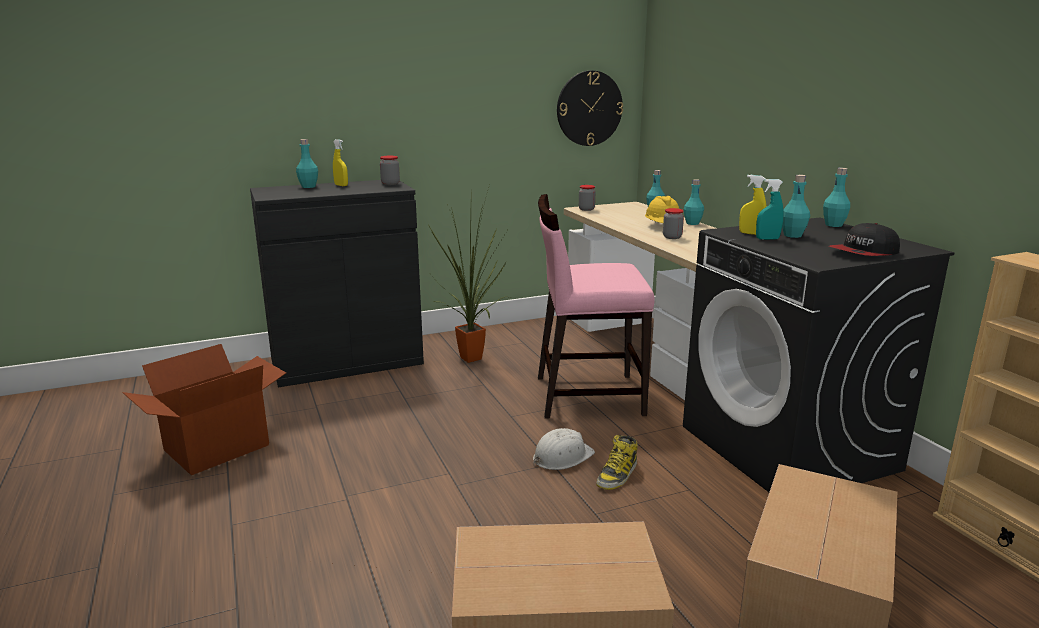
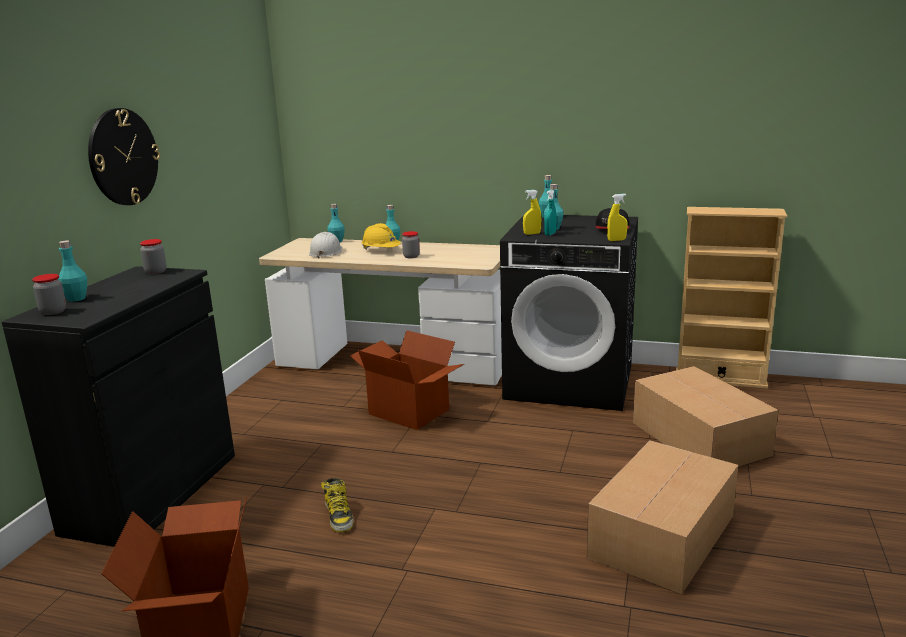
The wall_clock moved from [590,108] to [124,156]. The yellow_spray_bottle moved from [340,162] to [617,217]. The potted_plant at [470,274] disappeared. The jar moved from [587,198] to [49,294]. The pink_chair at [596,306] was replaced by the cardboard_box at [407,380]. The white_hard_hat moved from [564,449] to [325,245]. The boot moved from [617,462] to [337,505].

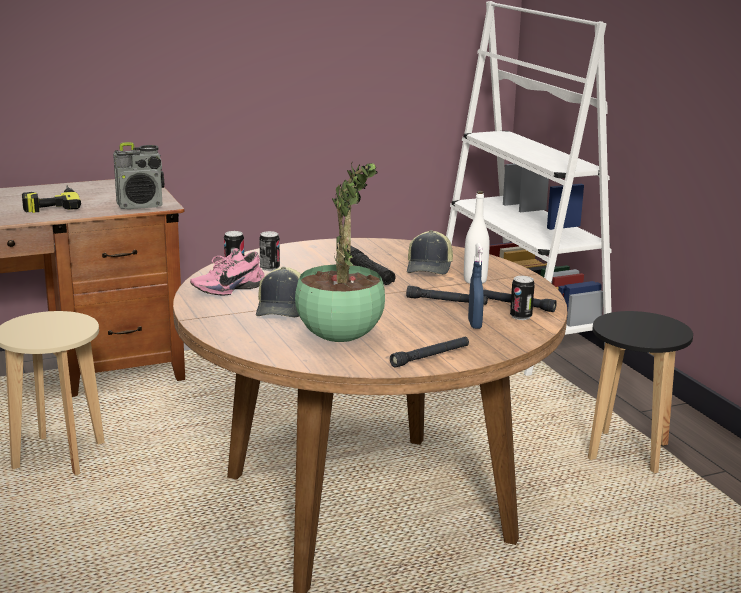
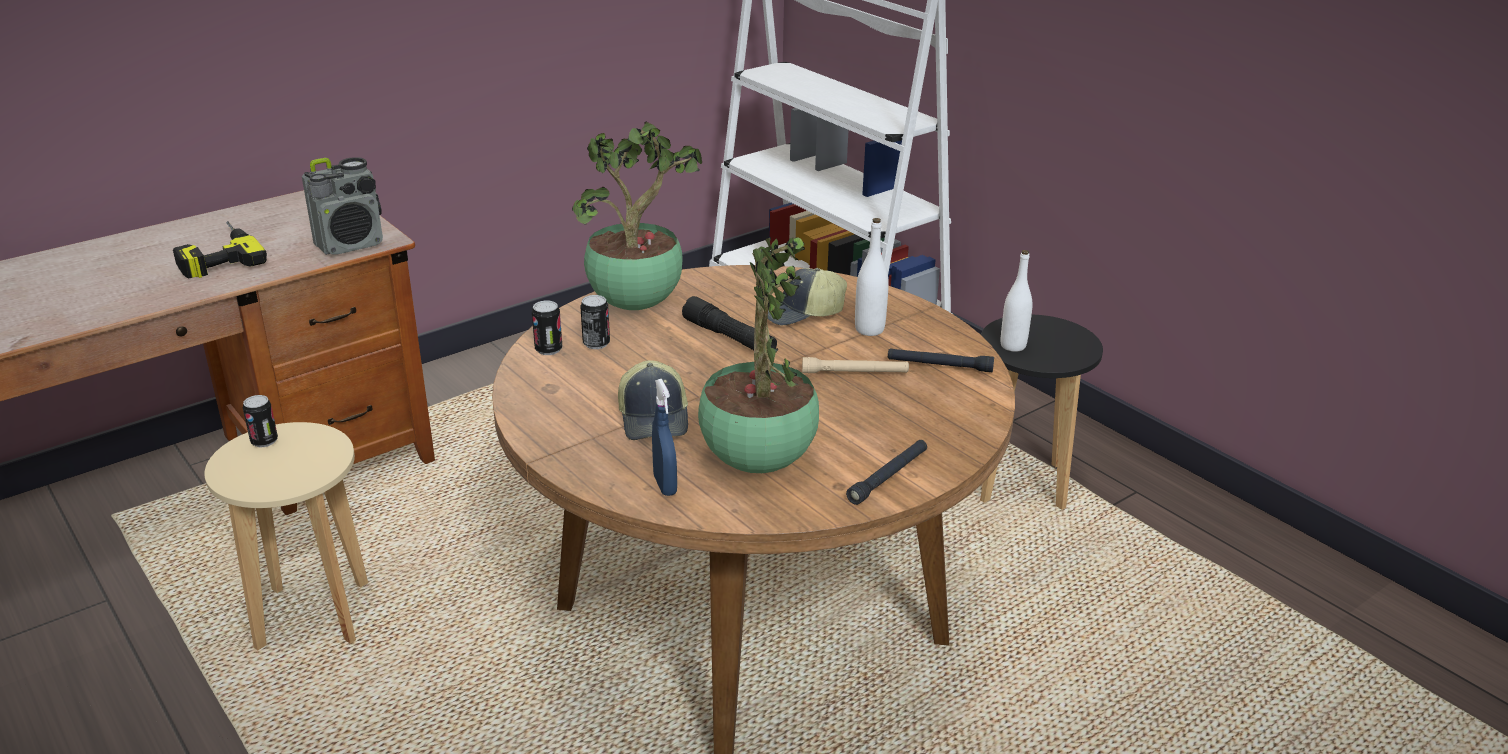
The cap at [430,252] turned 75 degrees clockwise. The blue_spray_bottle moved from [476,286] to [664,437]. The pink_shoe at [227,271] disappeared. The can moved from [522,298] to [260,421]. The black_flashlight at [447,295] became the beige_flashlight at [855,365]. The potted_plant at [637,215] appeared. The white_bottle at [1017,301] appeared.

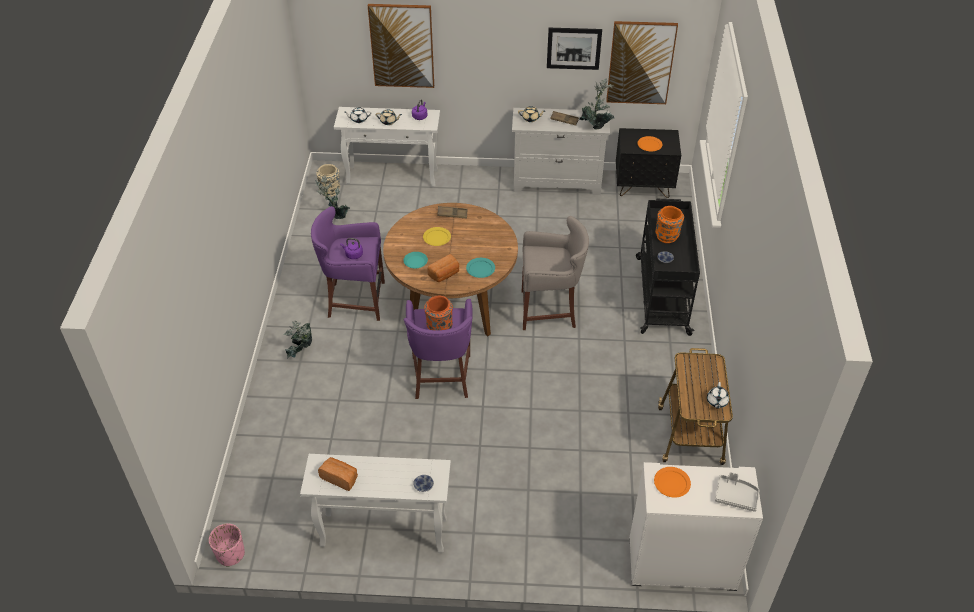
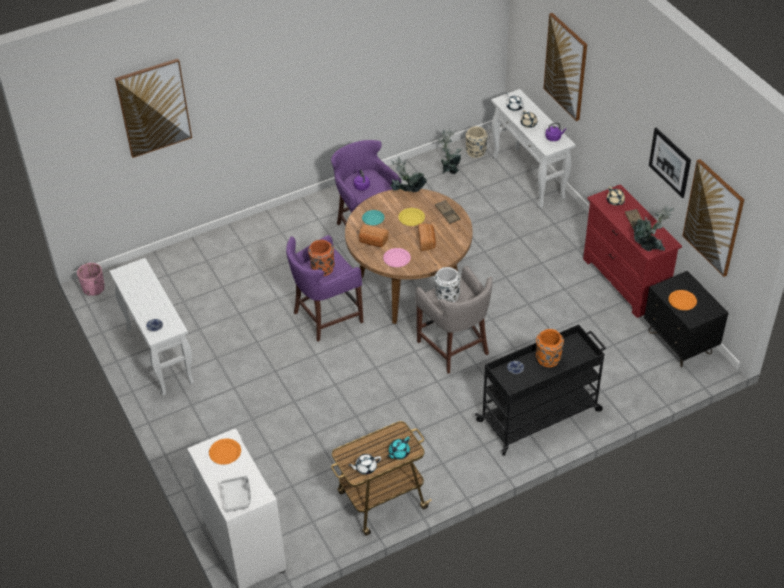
The white_dresser at [561,151] became the red_dresser at [632,251]. The turquoise_plate at [480,268] became the pink_plate at [397,257]. The potted_plant moved from [297,339] to [408,174]. The bread moved from [338,474] to [427,237]. The picture at [153,108] appeared. The white_vase at [447,284] appeared. The turquoise_teapot at [398,448] appeared.

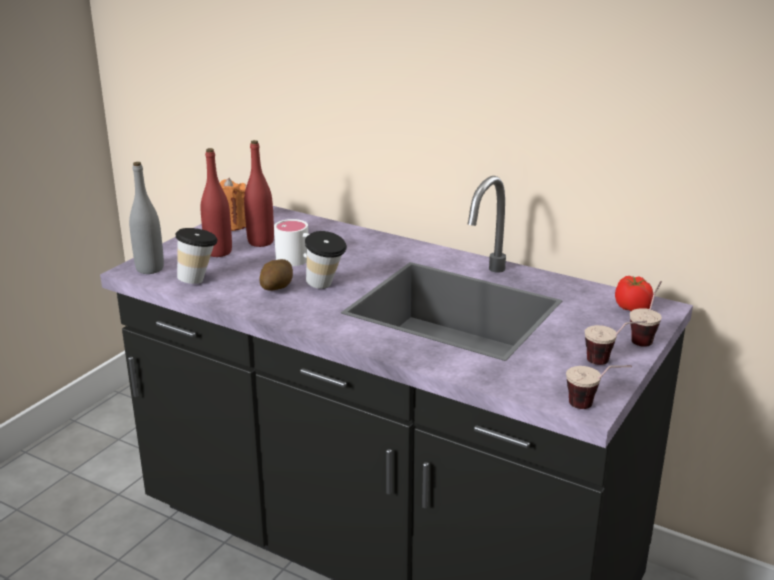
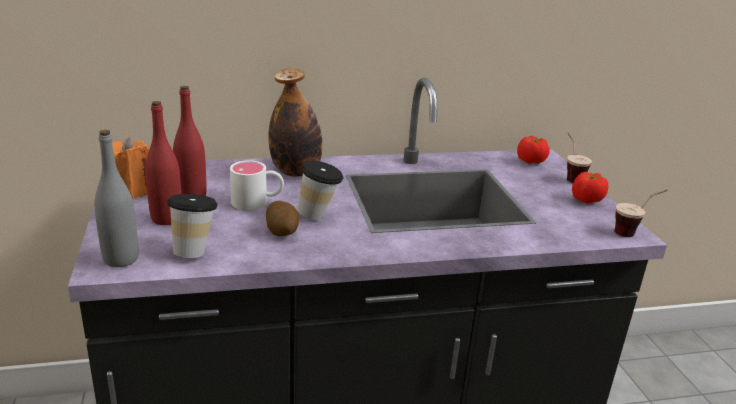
The cup at [616,343] was replaced by the tomato at [590,187]. The bottle at [296,122] appeared.

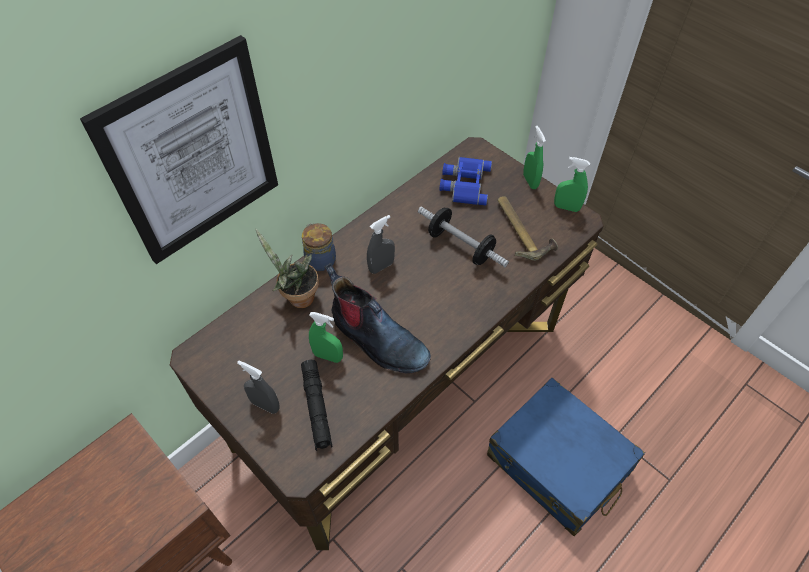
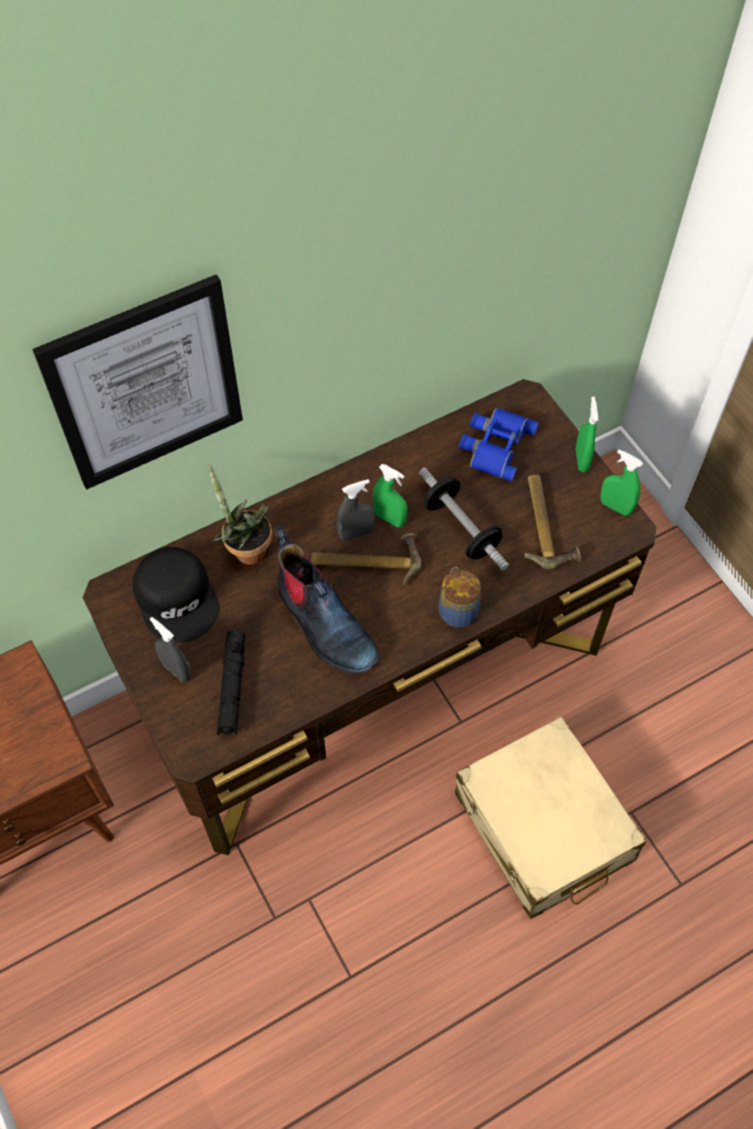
The jar moved from [319,247] to [459,597]. The green_spray_bottle moved from [326,337] to [390,496]. The blue_suitcase at [566,457] became the beige_suitcase at [550,818]. The hammer at [366,560] appeared. The black_cap at [176,595] appeared.

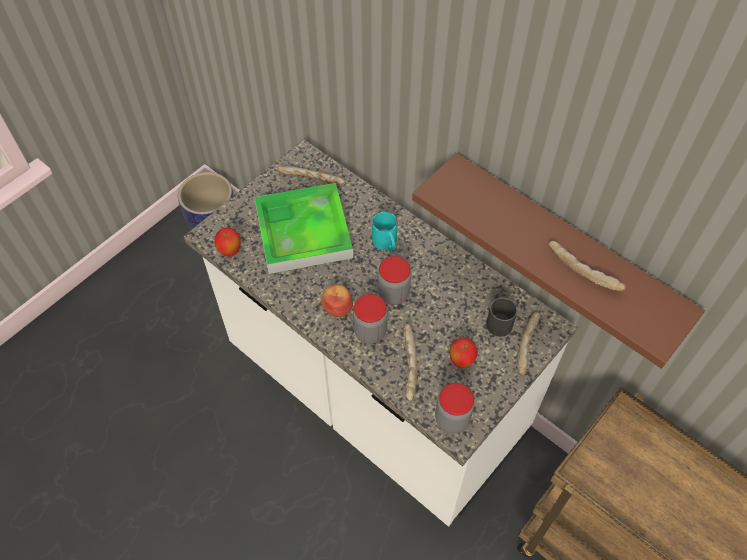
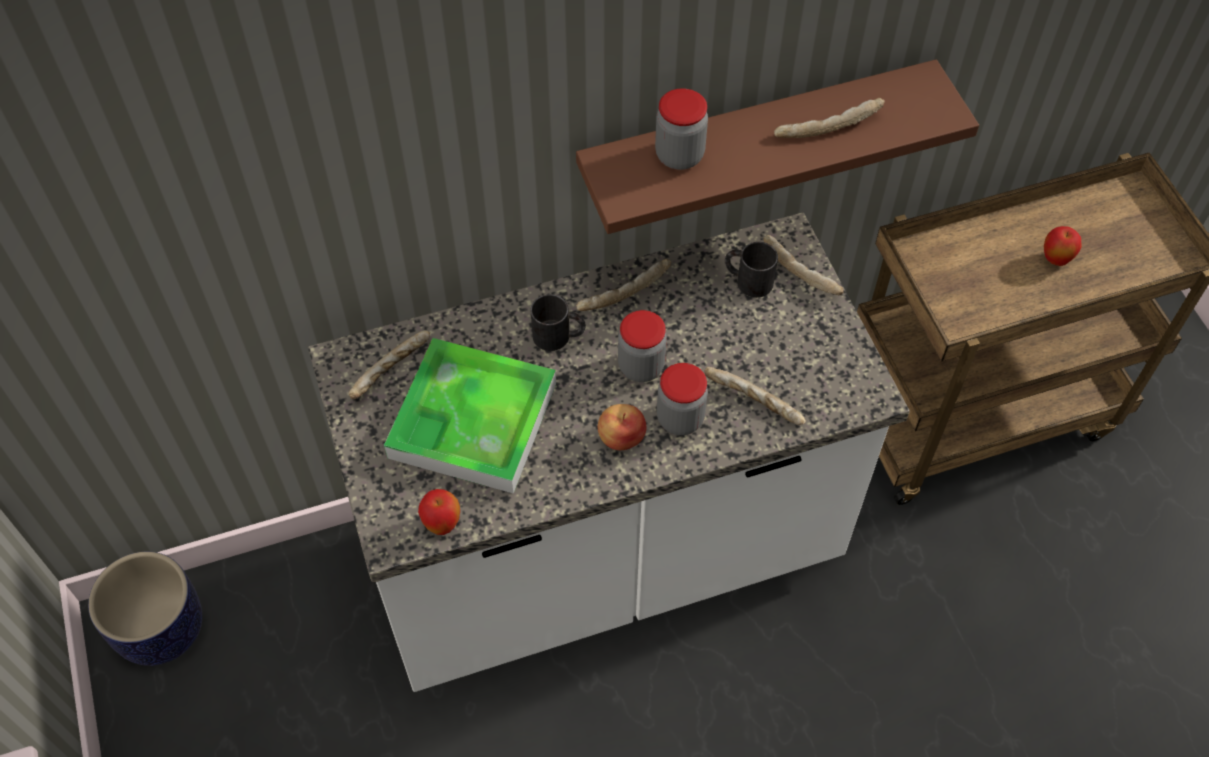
The turquoise_mug at [384,232] became the black_mug at [558,322]. The apple moved from [464,352] to [1063,246]. The jar moved from [454,408] to [681,129]. The bread at [623,285] appeared.

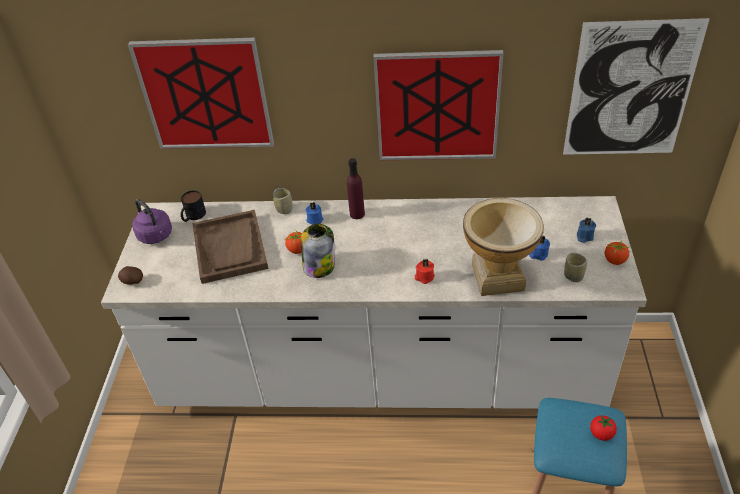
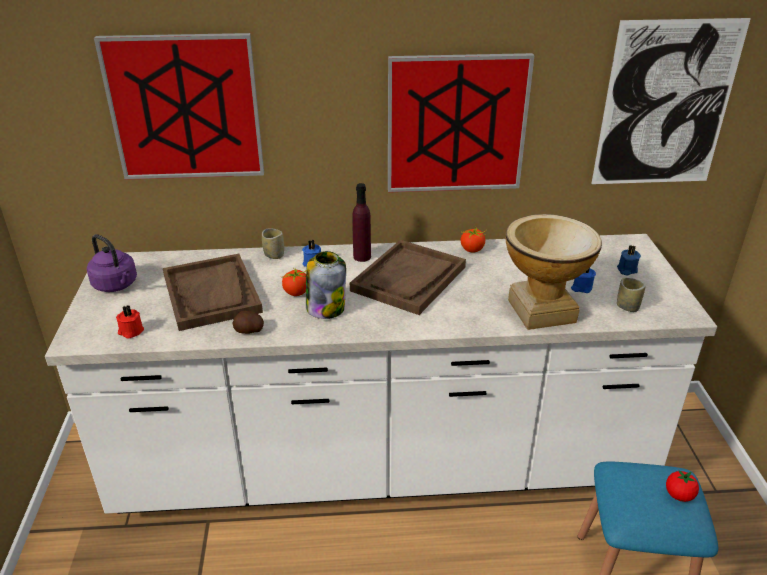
The mug at [193,206] disappeared. The tomato moved from [618,253] to [474,240]. The red_candle moved from [425,271] to [130,322]. The potato moved from [130,275] to [248,322]. The brown_tray at [408,277] appeared.

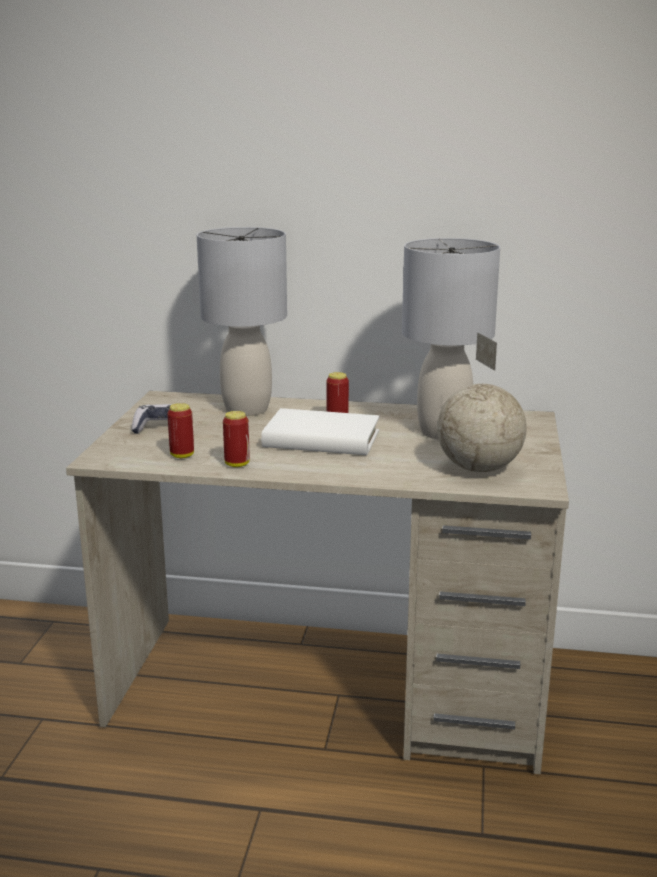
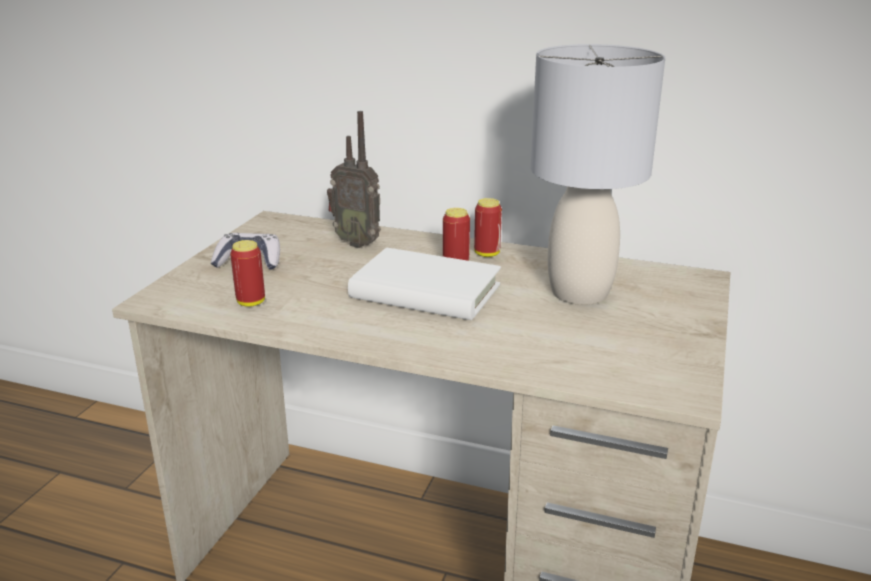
The grey_table_lamp at [242,321] was replaced by the radio at [354,179]. The globe at [482,402] disappeared. The can moved from [236,439] to [488,227].

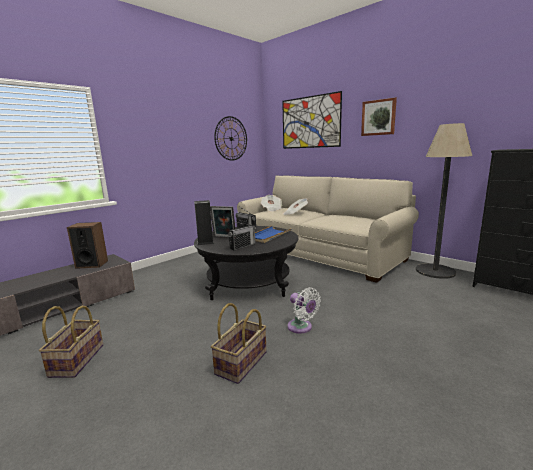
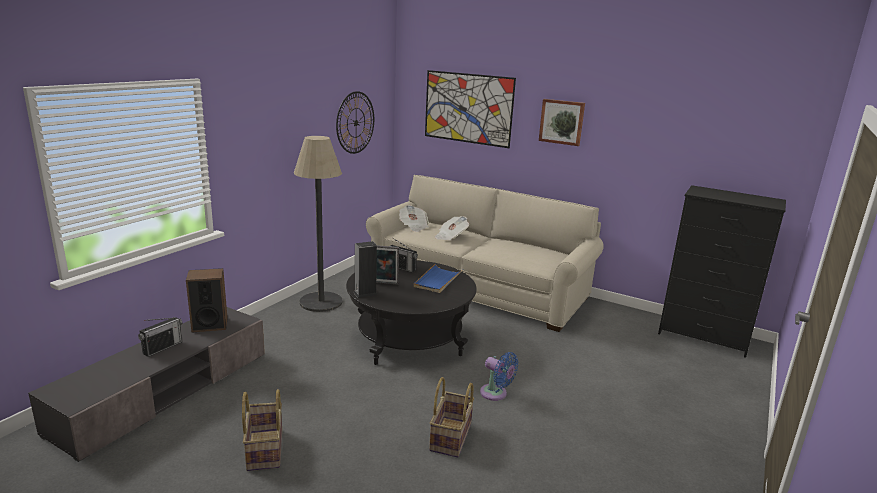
The floor_lamp moved from [444,201] to [318,224]. The radio moved from [242,236] to [160,337]. The white_fan at [304,311] became the blue_fan at [499,376].

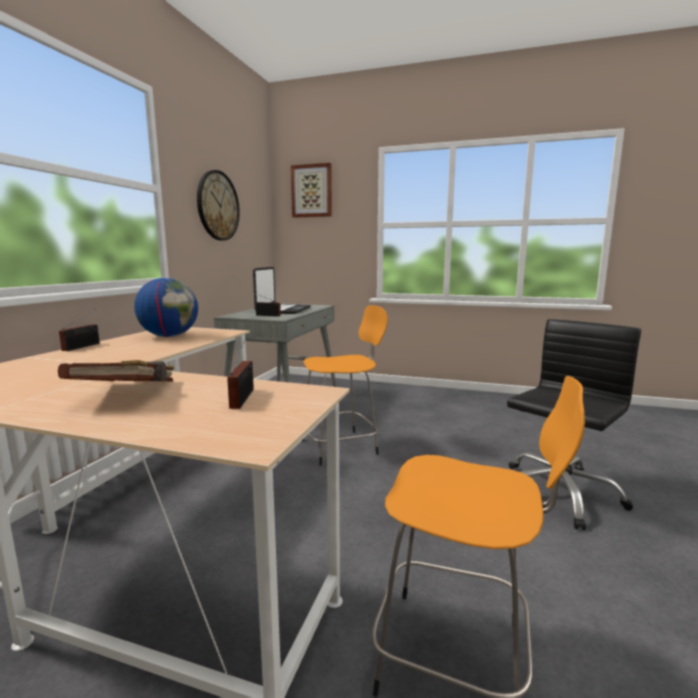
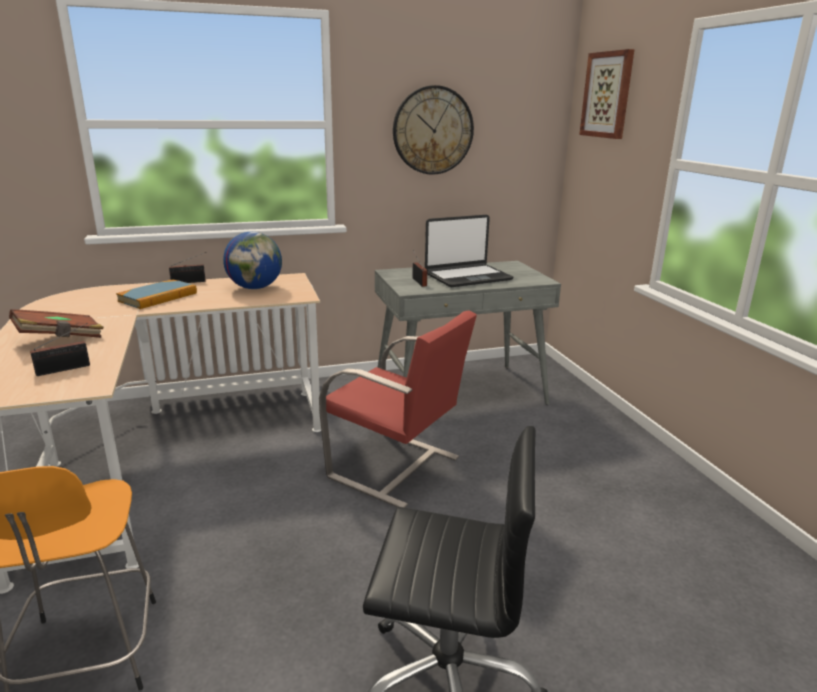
The orange_stool at [345,385] was replaced by the red_chair at [398,409]. The book at [156,294] appeared.

